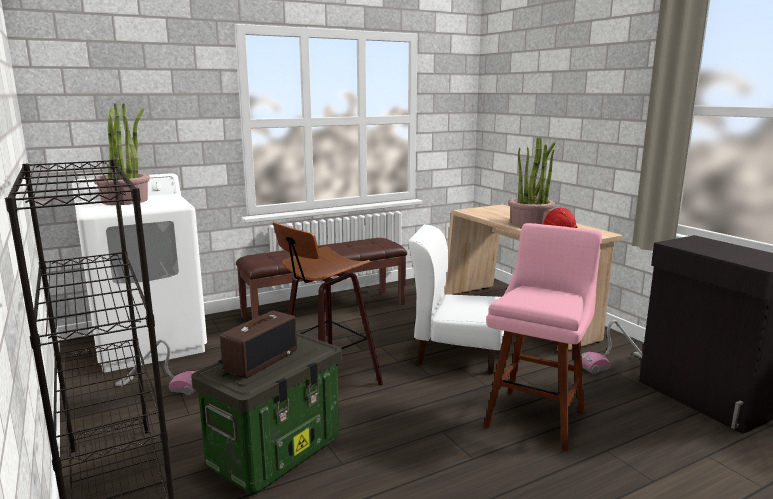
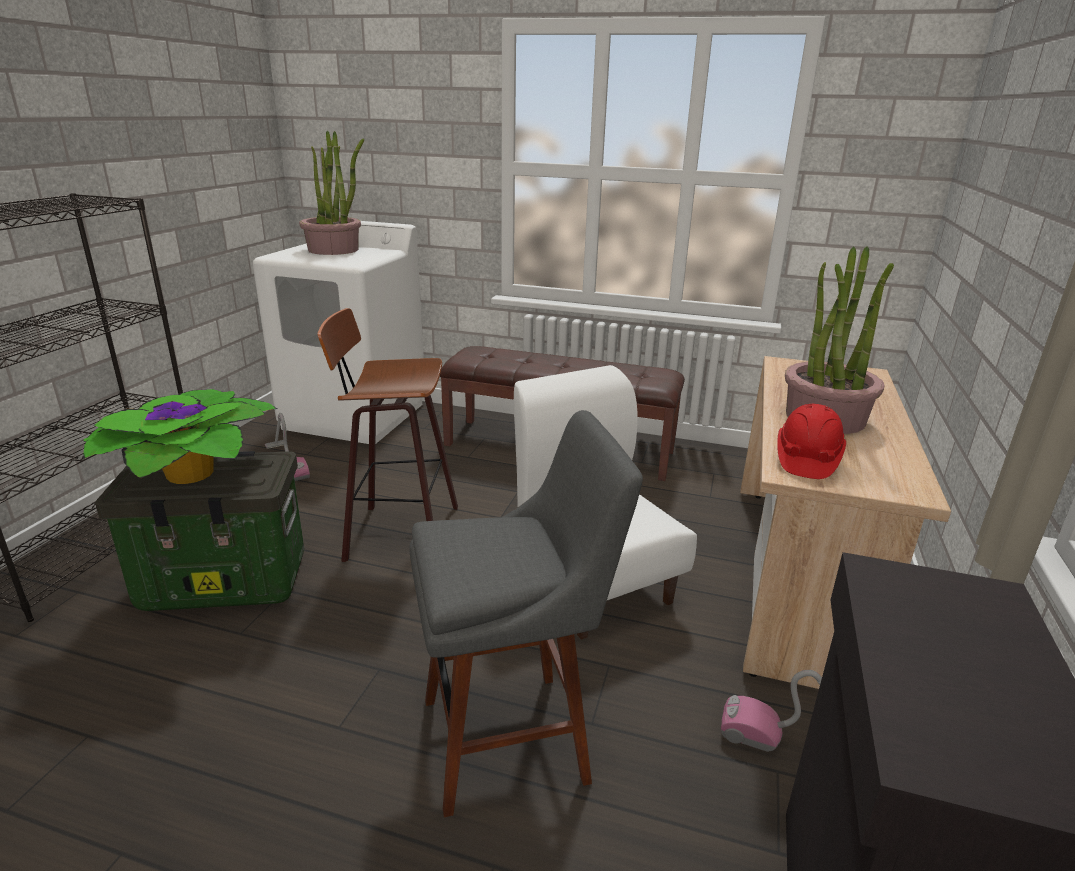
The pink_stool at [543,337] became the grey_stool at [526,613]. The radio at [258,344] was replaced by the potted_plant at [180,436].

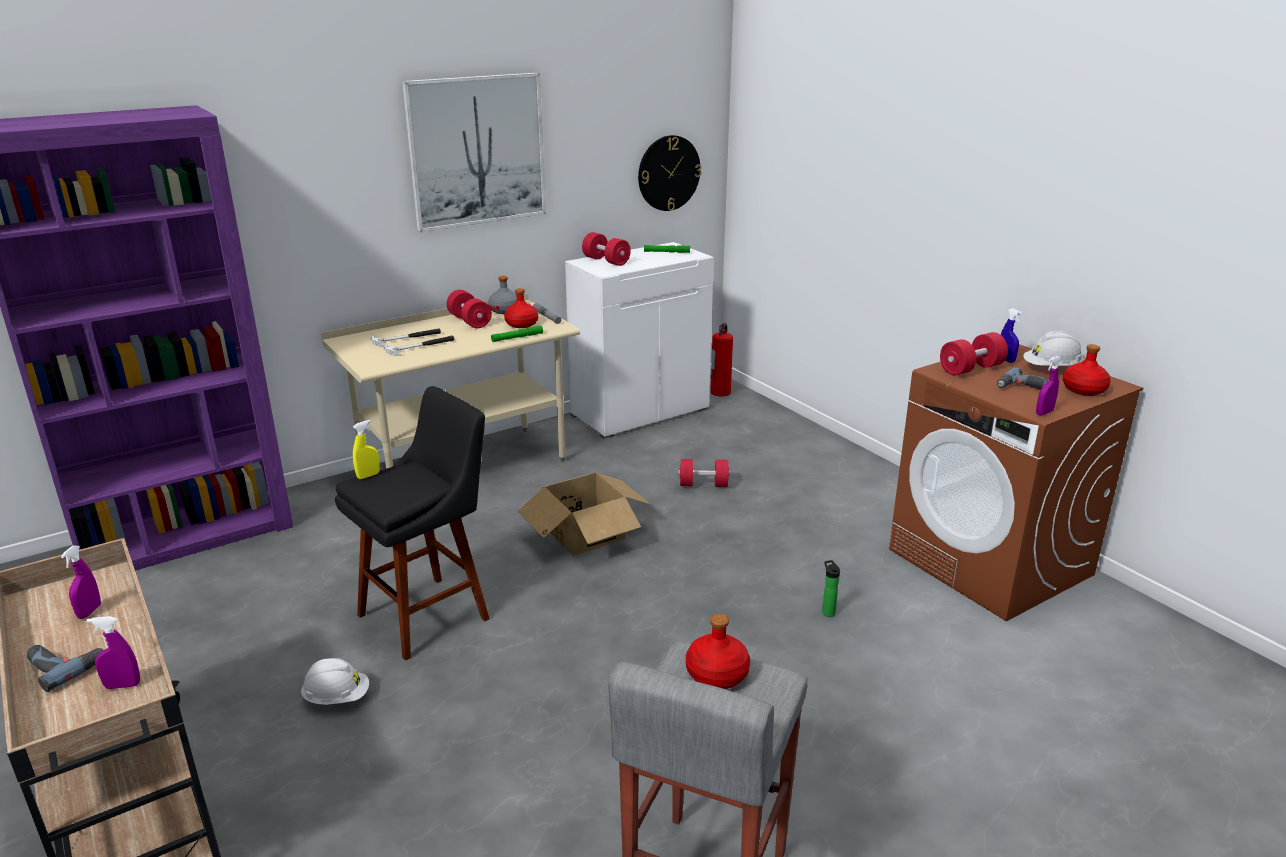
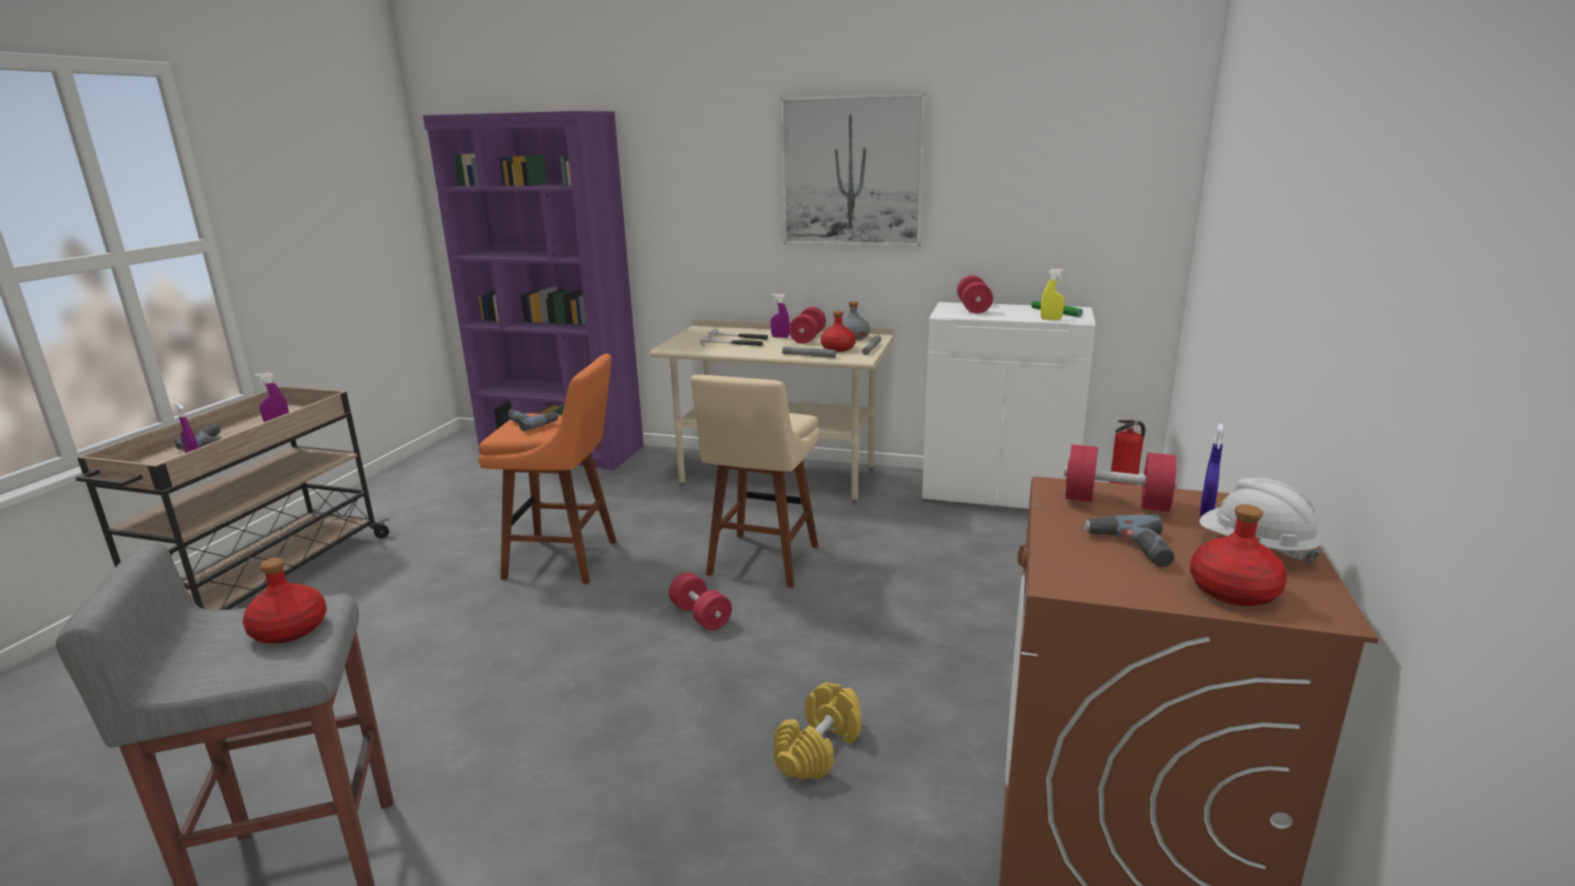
The wall_clock at [669,173] disappeared. The green_flashlight at [517,334] became the grey_flashlight at [809,352]. The purple_spray_bottle moved from [1048,386] to [780,316]. The black_stool at [412,523] became the orange_stool at [547,469]. The yellow_spray_bottle moved from [366,449] to [1053,294]. The red_dumbbell moved from [704,473] to [700,601]. The cardboard_box at [584,514] was replaced by the beige_stool at [755,481]. The bottle at [831,588] was replaced by the yellow_dumbbell at [817,731]. The white_hard_hat at [335,681] disappeared. The power_drill at [533,420] appeared.

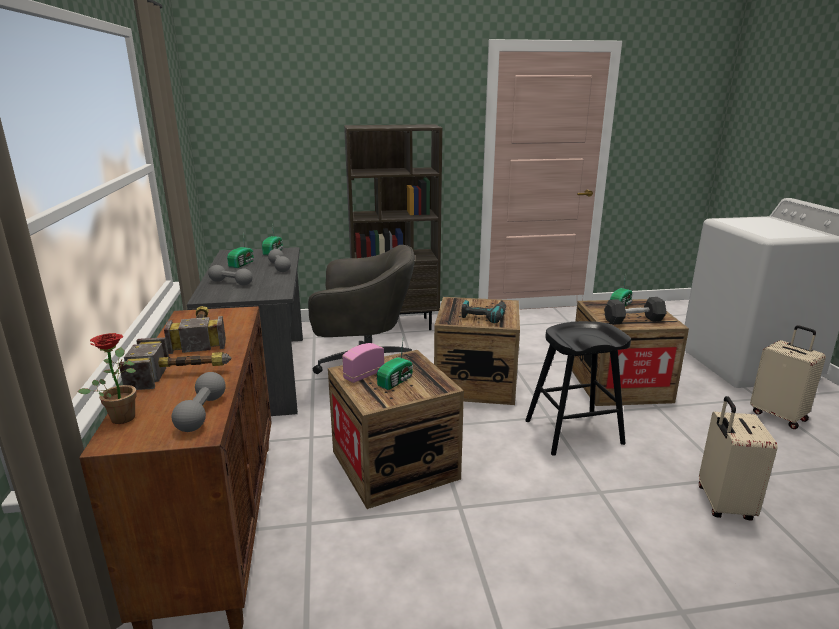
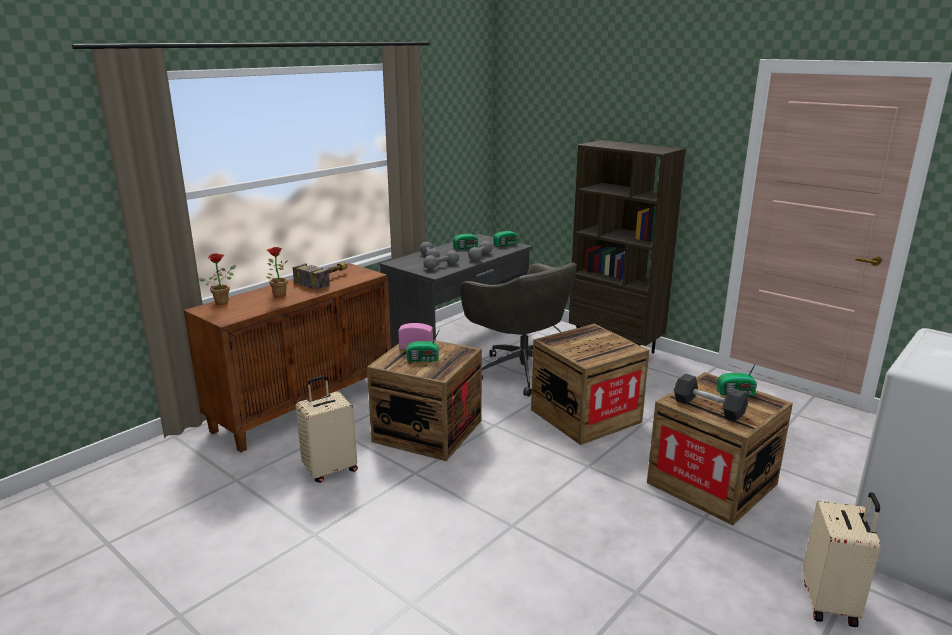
The power_drill at [483,311] disappeared. The black_stool at [578,388] disappeared. The hammer at [175,363] was replaced by the potted_plant at [277,272]. The grey_dumbbell moved from [199,402] to [441,259]. The beige_suitcase moved from [738,458] to [327,429].

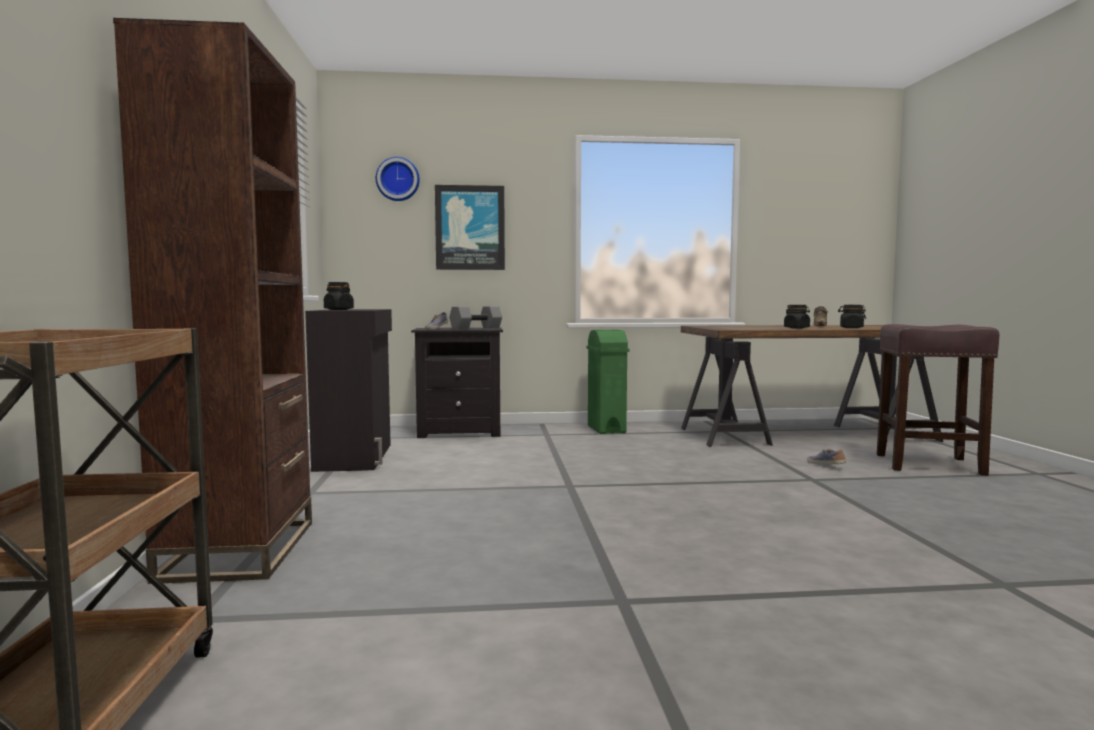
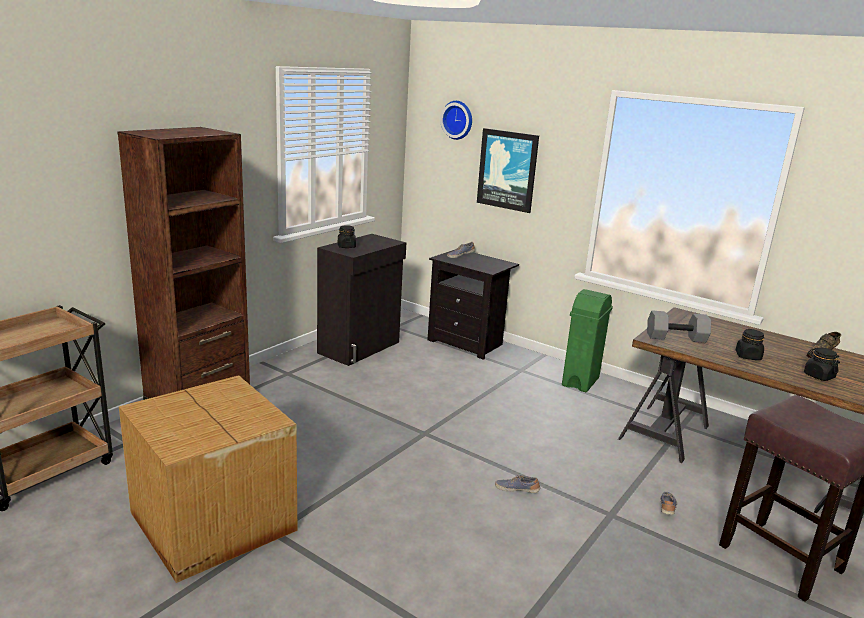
The grey_dumbbell moved from [475,317] to [679,327]. The cardboard_box at [208,479] appeared. The shoe at [517,484] appeared.

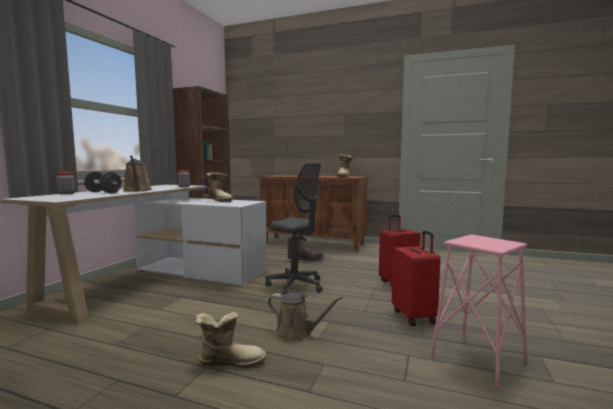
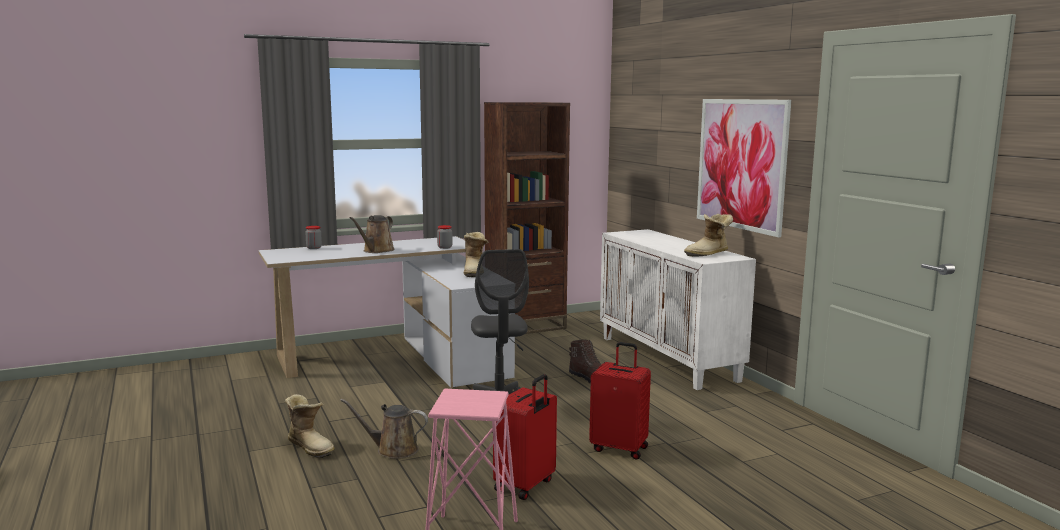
The black_dumbbell at [103,183] disappeared. The brown_cabinet at [313,213] became the white_cabinet at [678,309]. The brown_watering_can at [306,317] turned 120 degrees clockwise. The picture at [744,168] appeared.

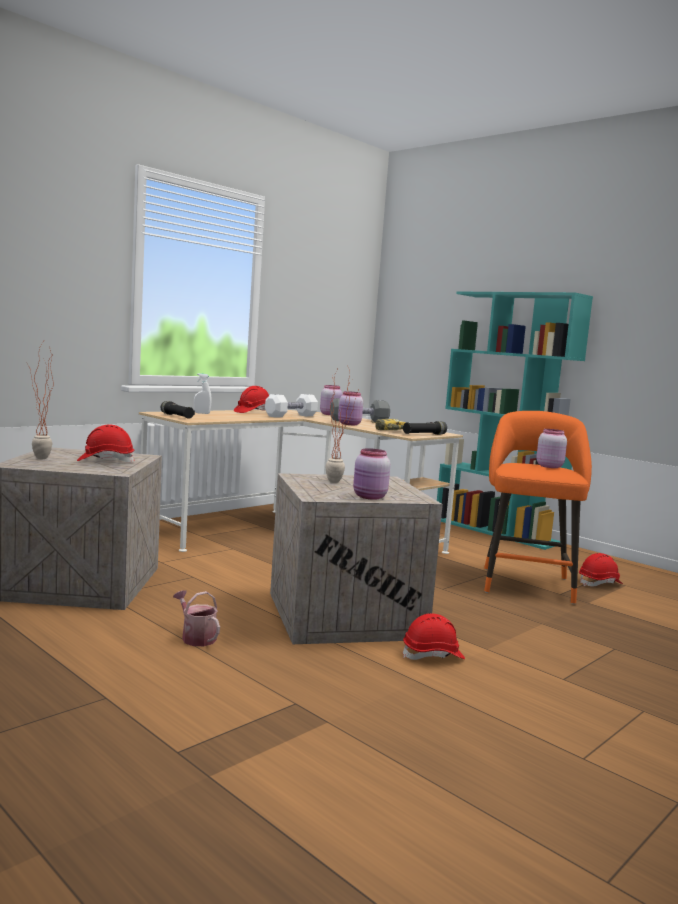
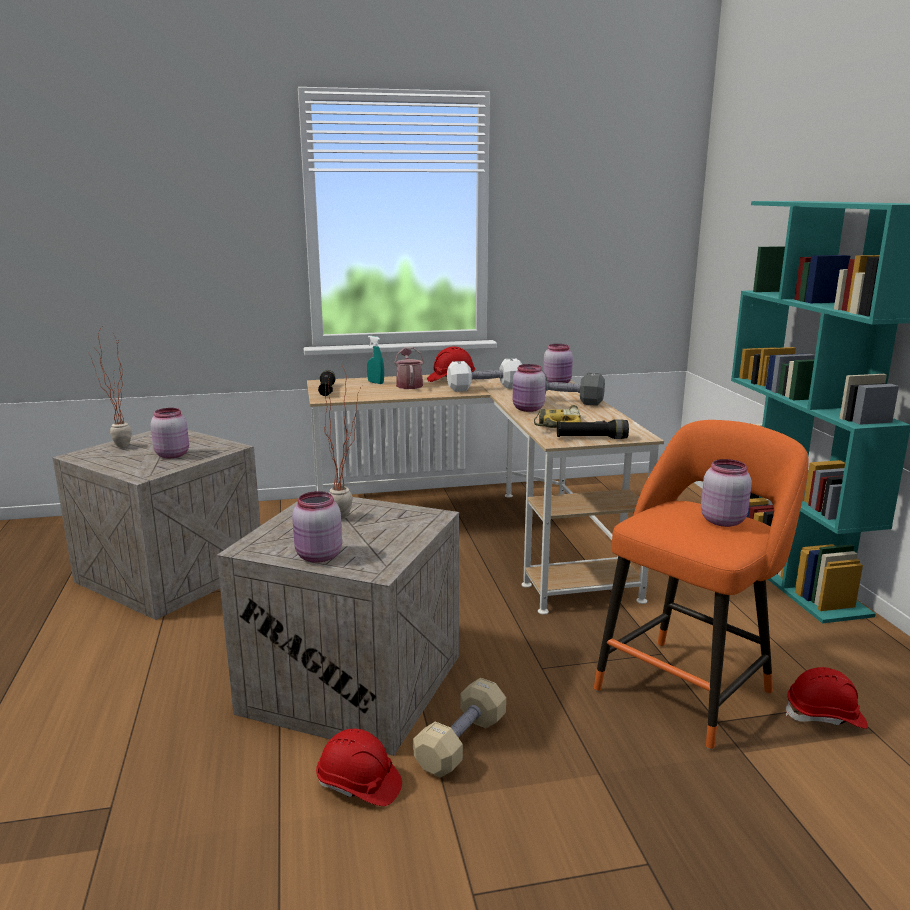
The white_spray_bottle at [202,393] became the turquoise_spray_bottle at [375,360]. The red_hard_hat at [106,443] was replaced by the pink_jar at [170,433]. The watering_can moved from [196,618] to [409,368]. The beige_dumbbell at [459,728] appeared.

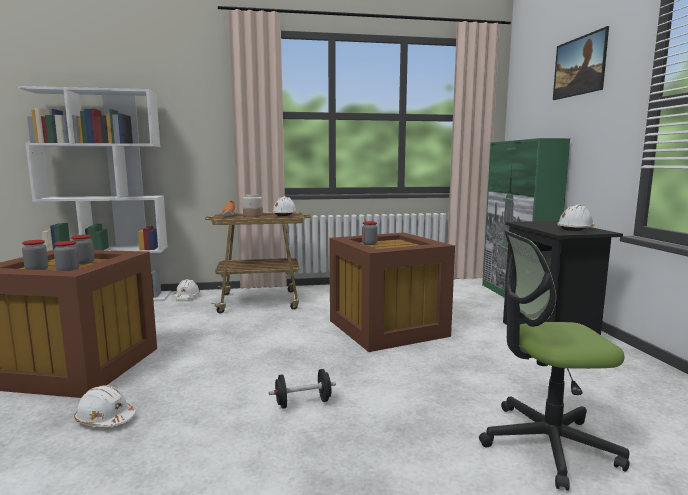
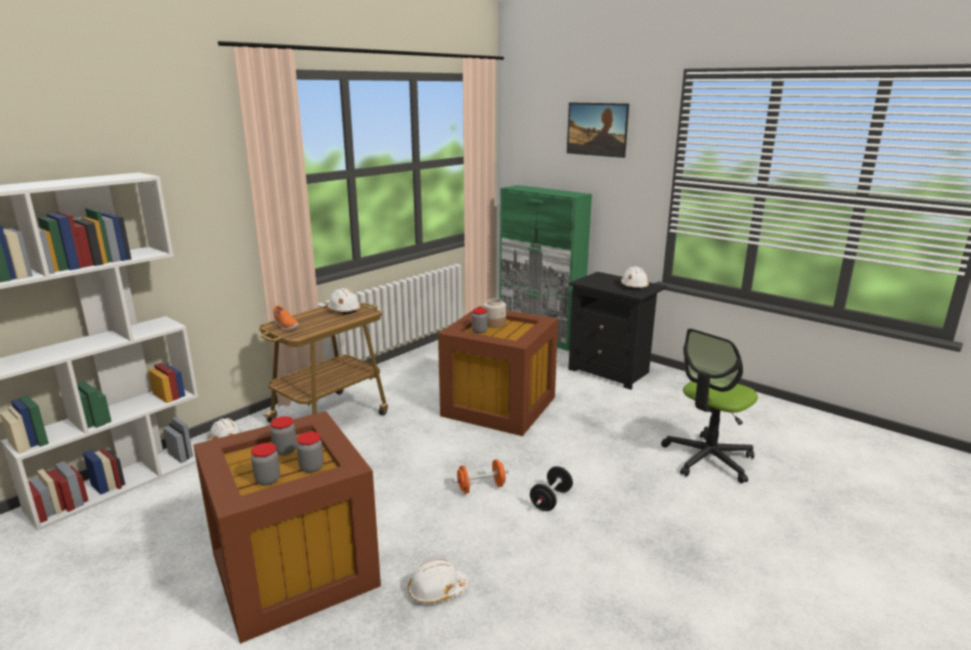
The jar moved from [253,205] to [494,313]. The orange_dumbbell at [481,476] appeared.

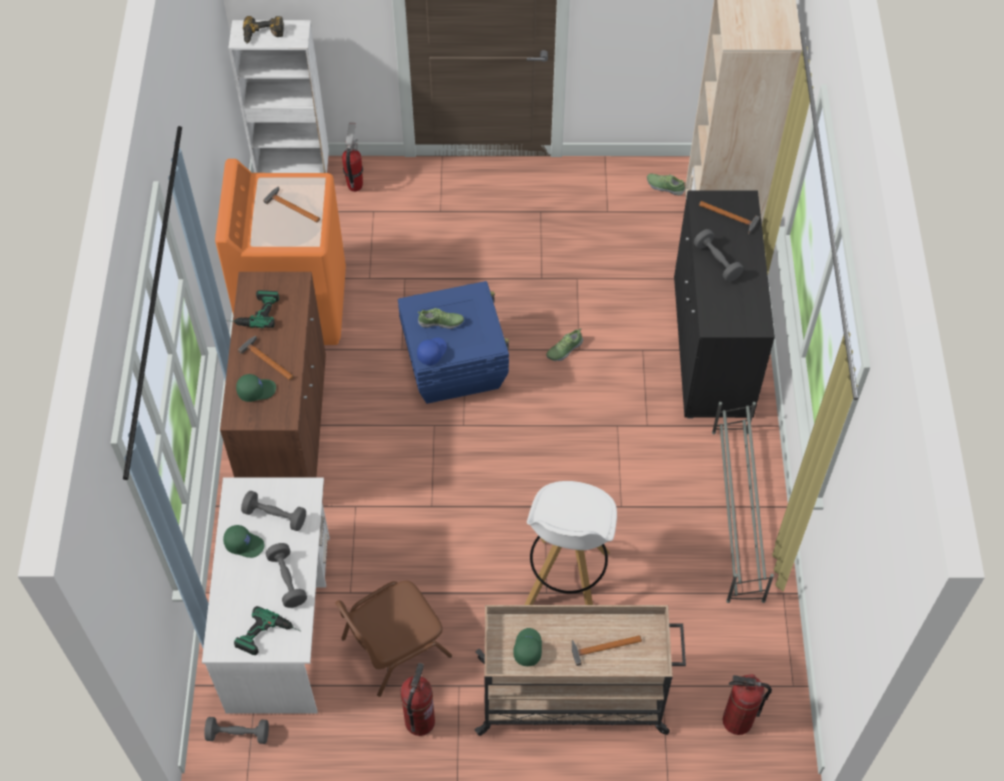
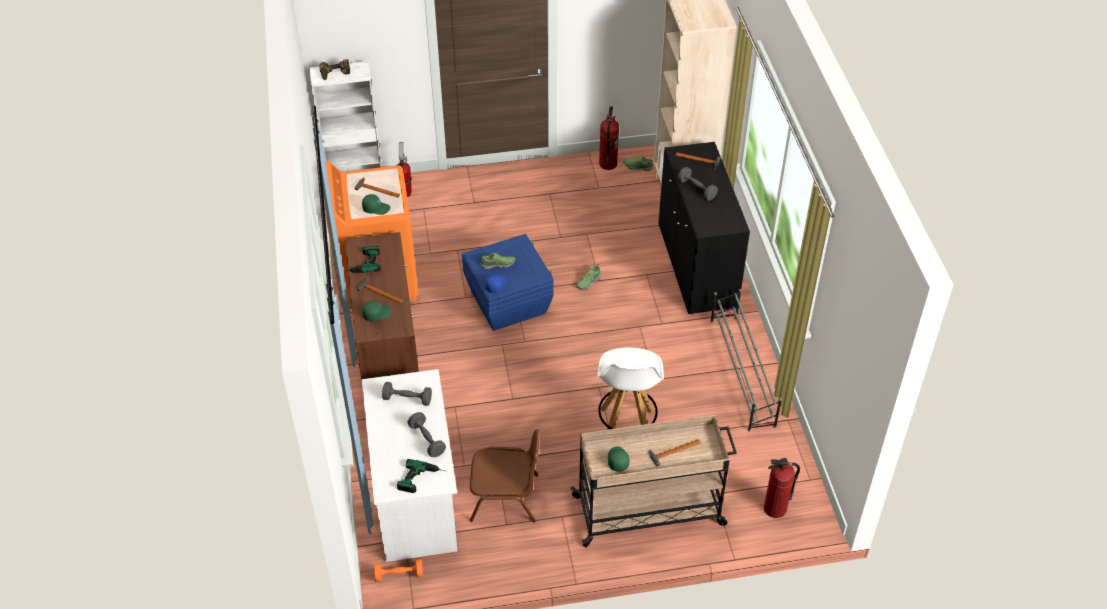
The green_cap moved from [244,541] to [376,204]. The brown_chair at [393,639] turned 135 degrees counterclockwise. The fire_extinguisher moved from [417,699] to [609,138]. The grey_dumbbell at [236,730] became the orange_dumbbell at [398,570].

